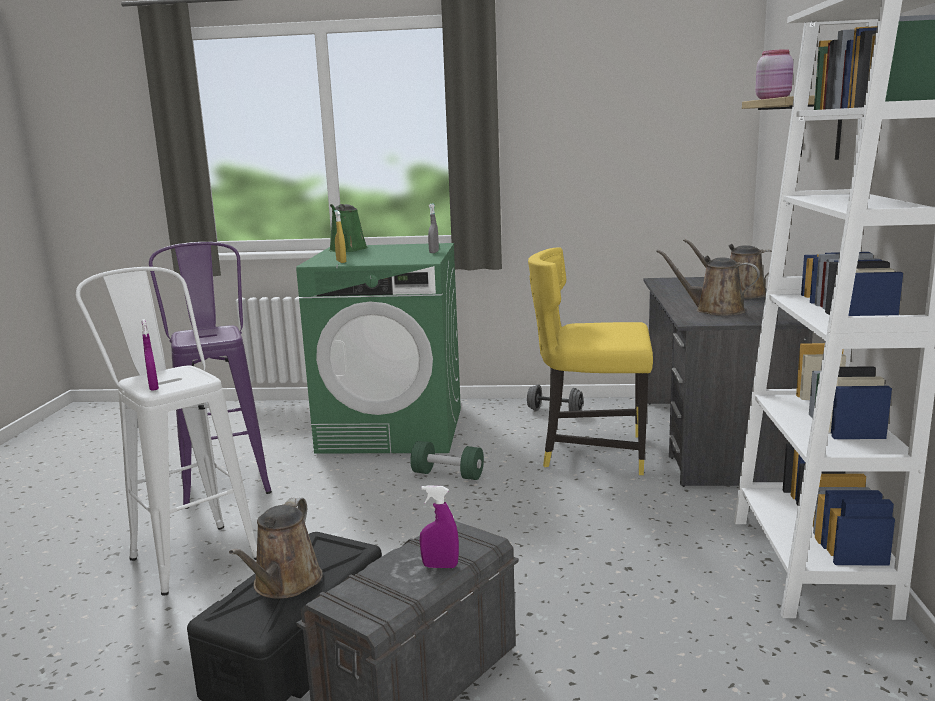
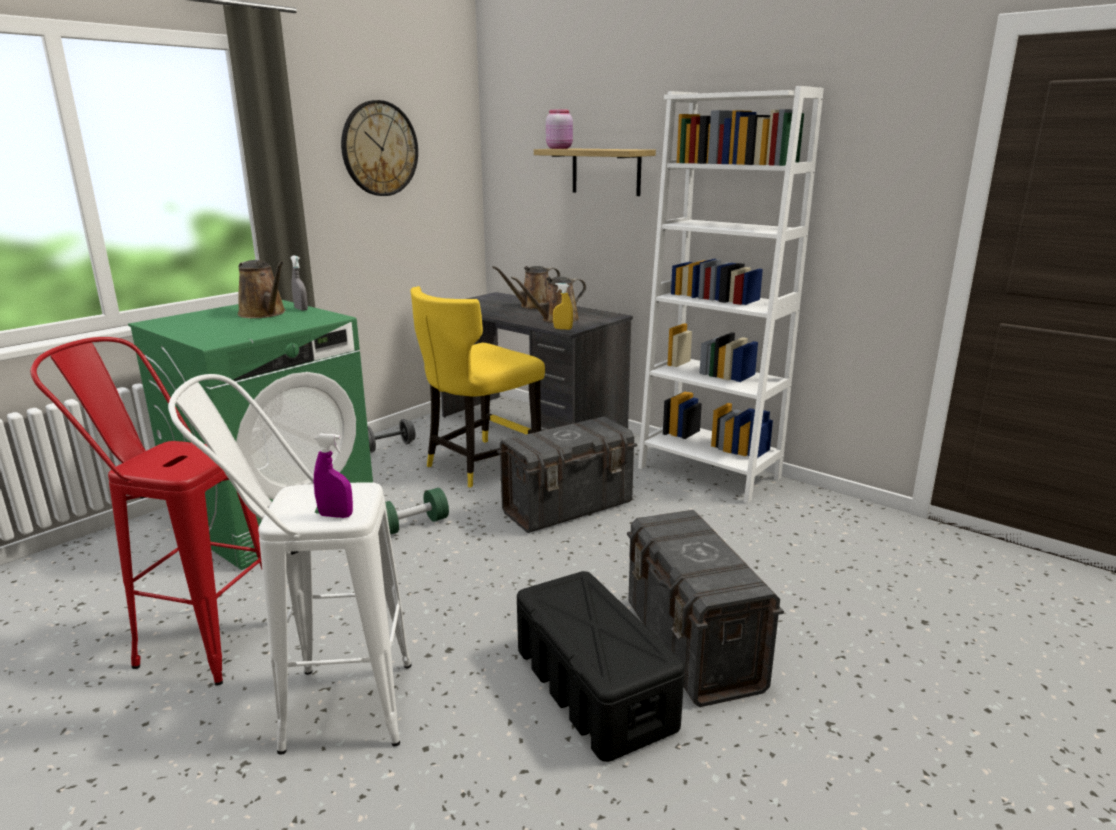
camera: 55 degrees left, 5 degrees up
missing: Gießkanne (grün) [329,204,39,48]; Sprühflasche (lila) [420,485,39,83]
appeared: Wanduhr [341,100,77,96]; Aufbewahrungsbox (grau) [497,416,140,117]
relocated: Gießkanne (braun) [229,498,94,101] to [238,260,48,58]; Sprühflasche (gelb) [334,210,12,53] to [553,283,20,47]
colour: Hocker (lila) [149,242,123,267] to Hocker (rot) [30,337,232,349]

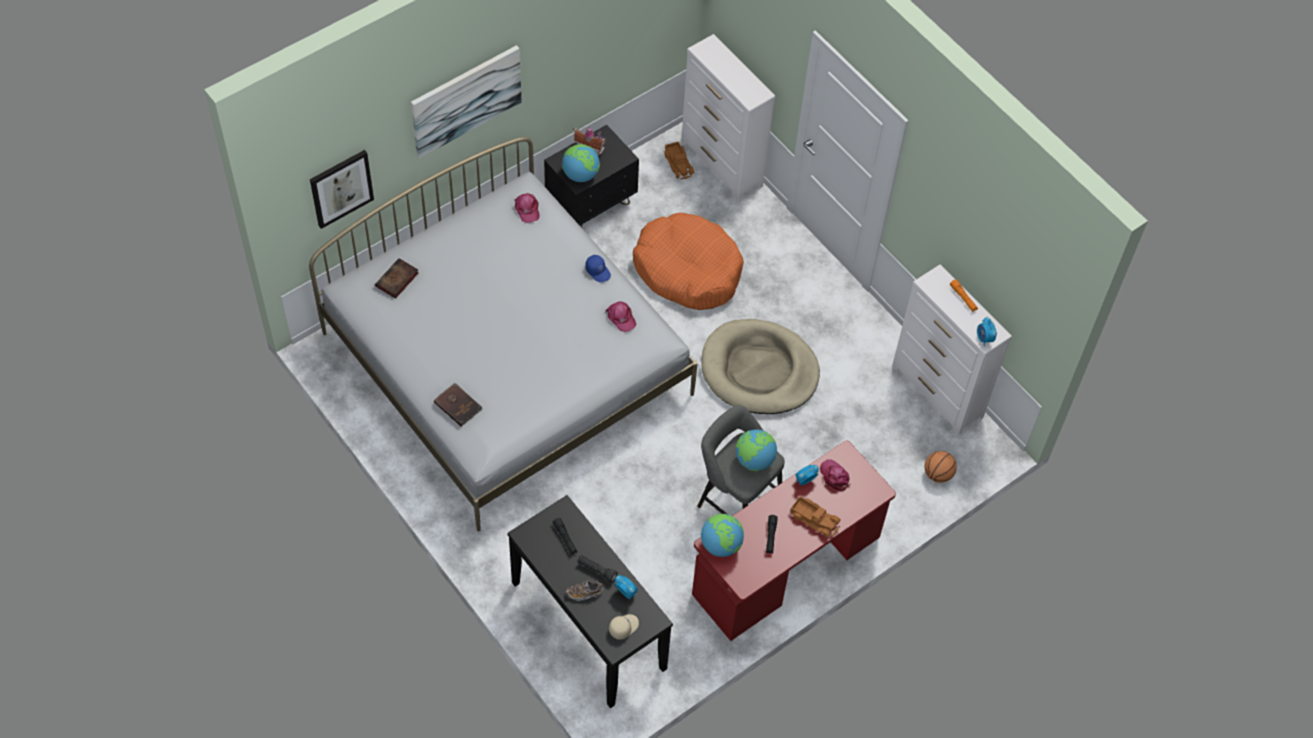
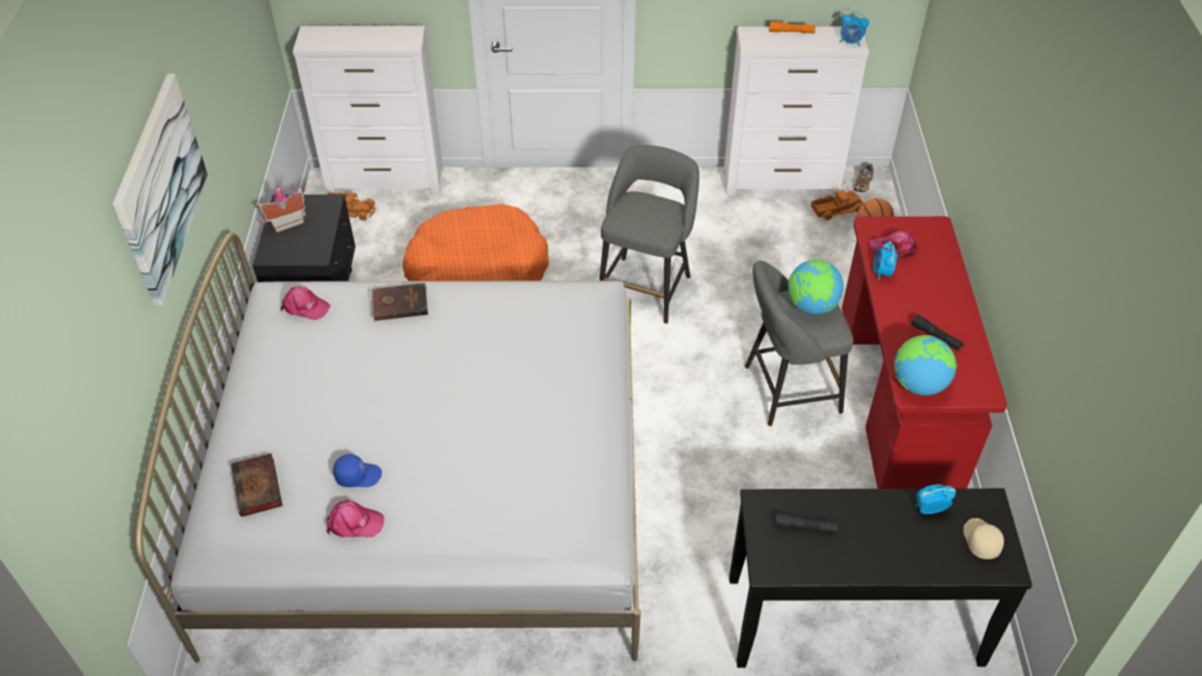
camera: 50 degrees left, 10 degrees down
missing: Bild [310,150,64,79]; Globus [562,144,38,38]; Taschenlampe (schwarz) [578,555,40,28]
relocated: Buch (braun) [434,382,48,45] to [371,283,57,38]; Schuh [566,580,37,21] to [854,163,20,29]; Kappe (blau) [585,255,26,27] to [333,454,49,33]; Kappe (rosa) [606,302,30,30] to [326,500,58,38]; Spielzeuglaster [790,496,51,41] to [811,190,52,30]
exchanged: Hundebett (beige) [701,319,119,95] to Hocker (grau) [599,145,100,179]

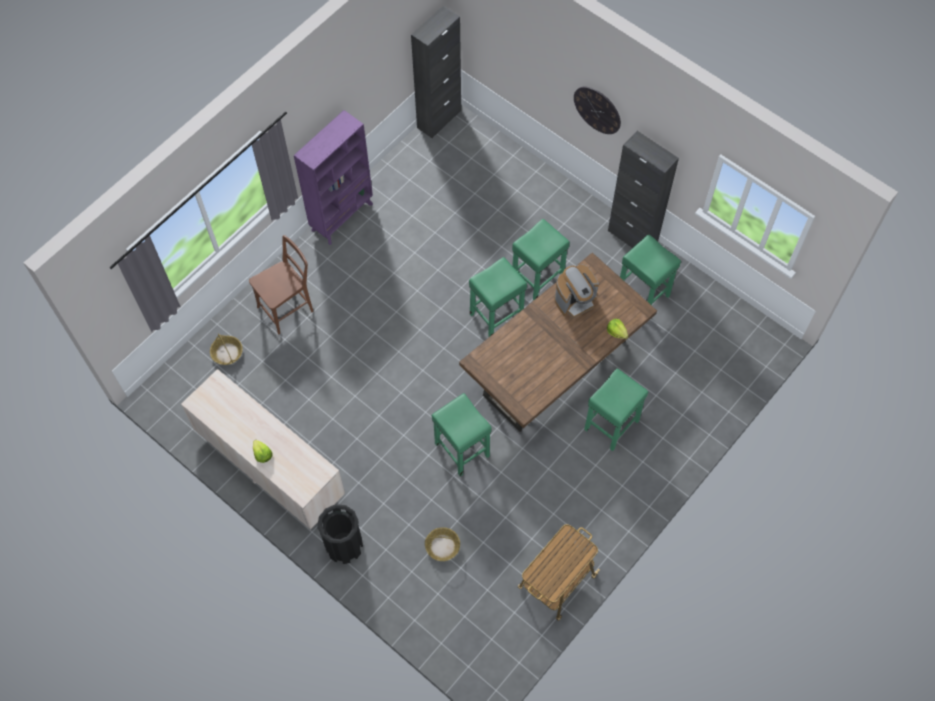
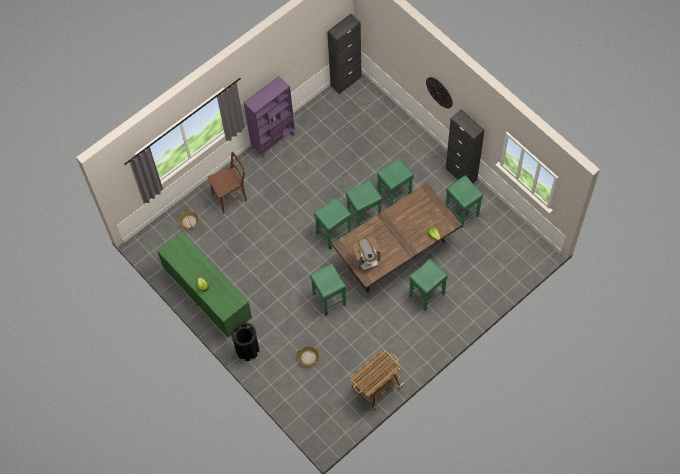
camera: 10 degrees right, 0 degrees up
appeared: Hocker (grün) [314,197,37,52]
relocated: Kaffeemaschine [555,264,44,54] to [353,238,28,33]
colour: Kommode (beige) [181,369,164,161] to Kommode (grün) [157,231,95,106]

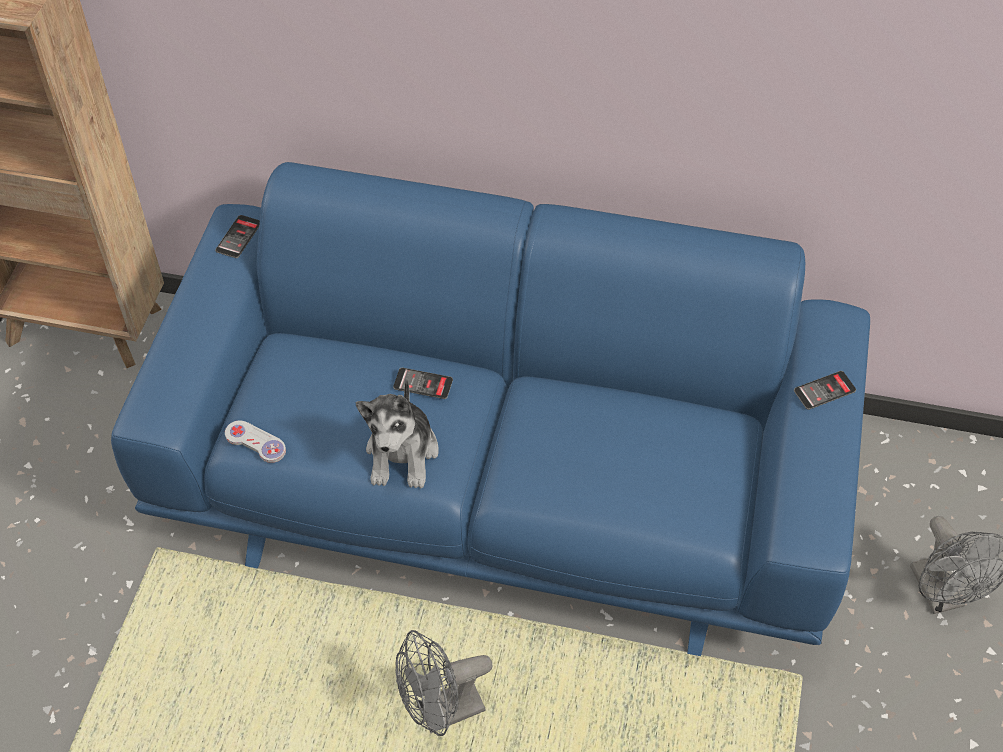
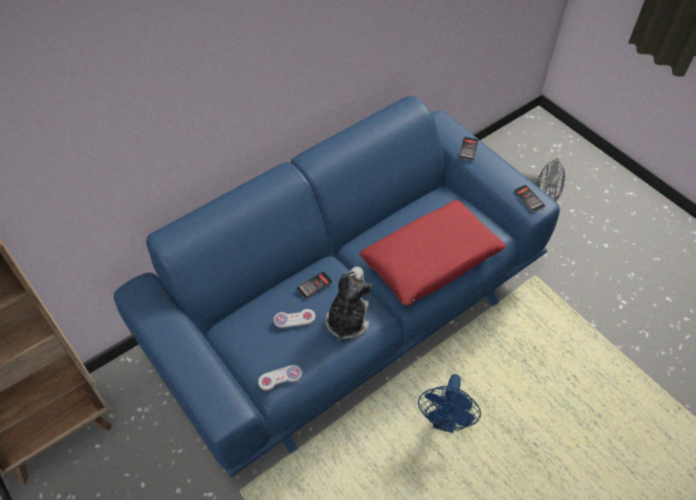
camera: 50 degrees left, 0 degrees up
appeared: Gamepad (weiß) [273,309,43,19]; Kissen (rot) [359,200,147,106]
relocated: Handy [215,215,45,43] to [514,185,31,27]
colour: Ventilator (grau) [396,630,96,106] to Ventilator (blau) [418,374,63,59]
spun: Plüschtier [356,378,83,110] = [325,266,48,75] 120 degrees counterclockwise

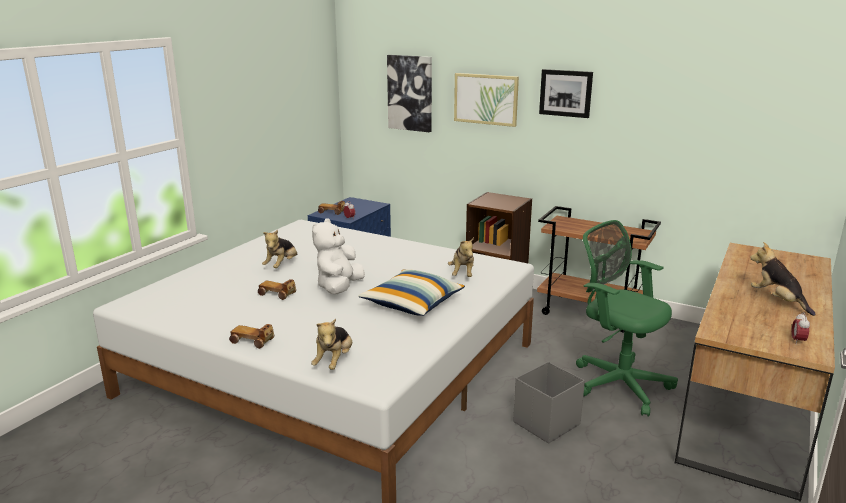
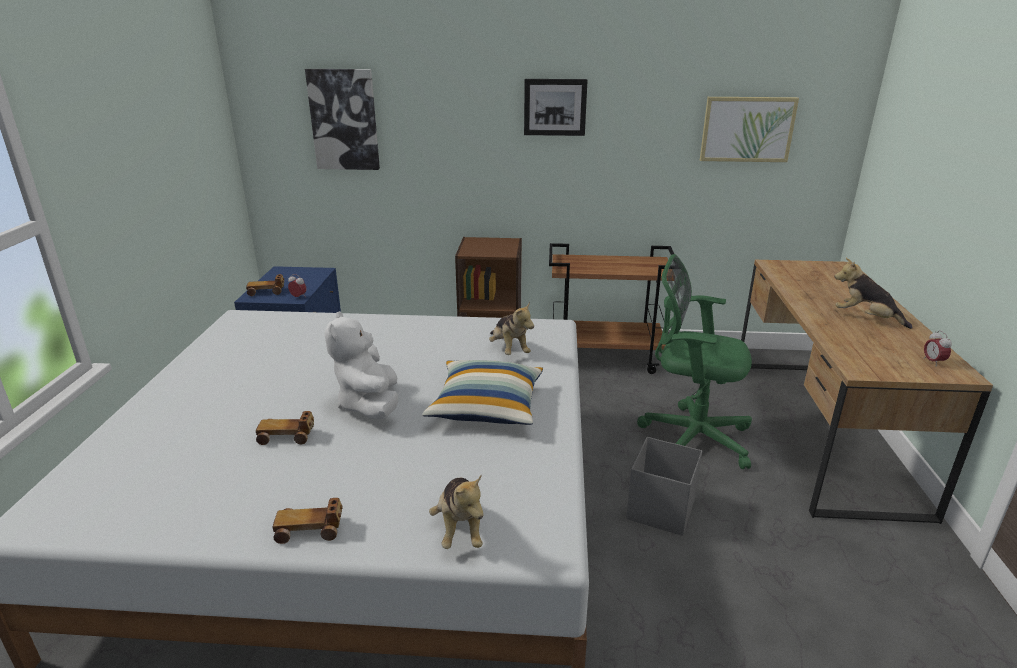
camera: 25 degrees left, 5 degrees up
missing: Plüschtier [262,230,35,38]
relocated: Bild [454,73,65,54] to [700,97,99,65]

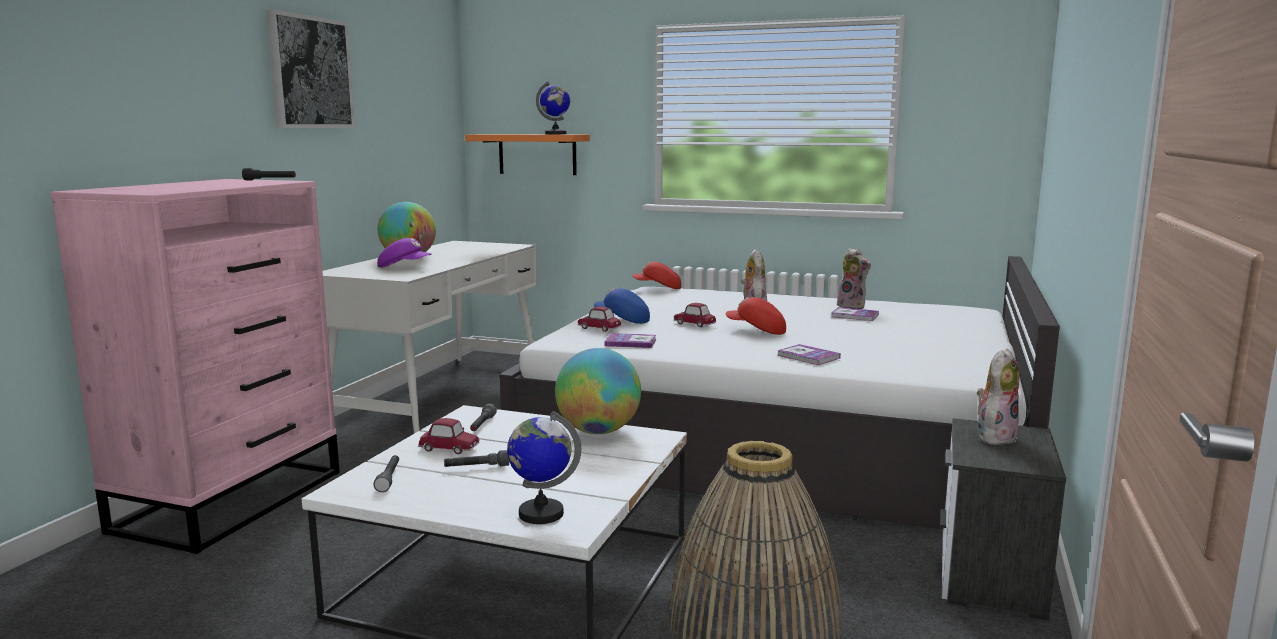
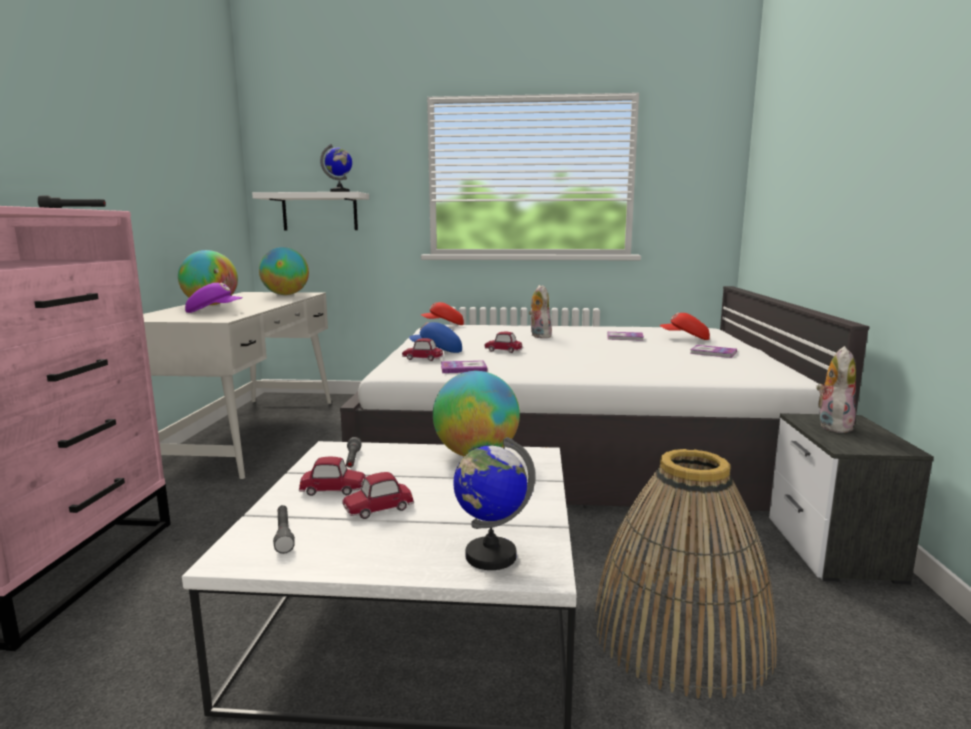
camera: 15 degrees left, 0 degrees up
missing: Bild [266,9,89,119]; Plüschtier [837,248,34,61]
appeared: Globus [259,247,50,48]
relocated: Kappe (rot) [726,297,60,38] to [660,313,50,27]; Buch [777,344,64,21] to [690,345,47,13]
exchanged: Taschenlampe (grau) [444,450,65,17] to Spielzeugauto [342,472,72,47]
colour: Wandregal (orange) [465,134,125,41] to Wandregal (weiß) [252,192,117,38]

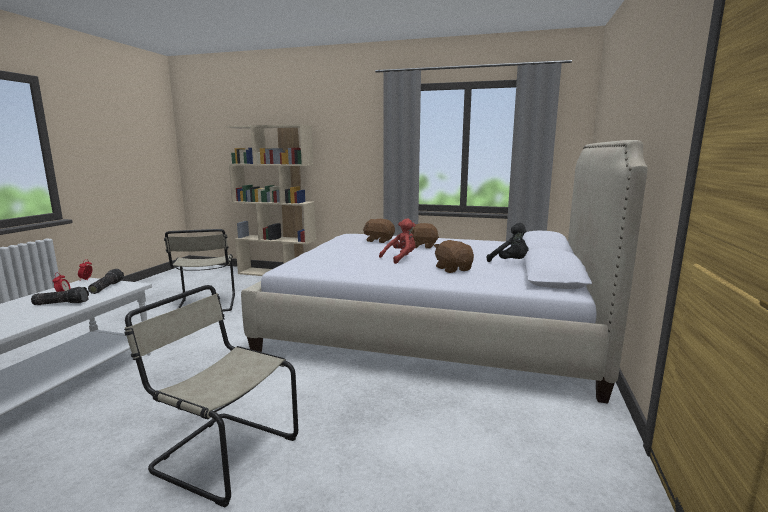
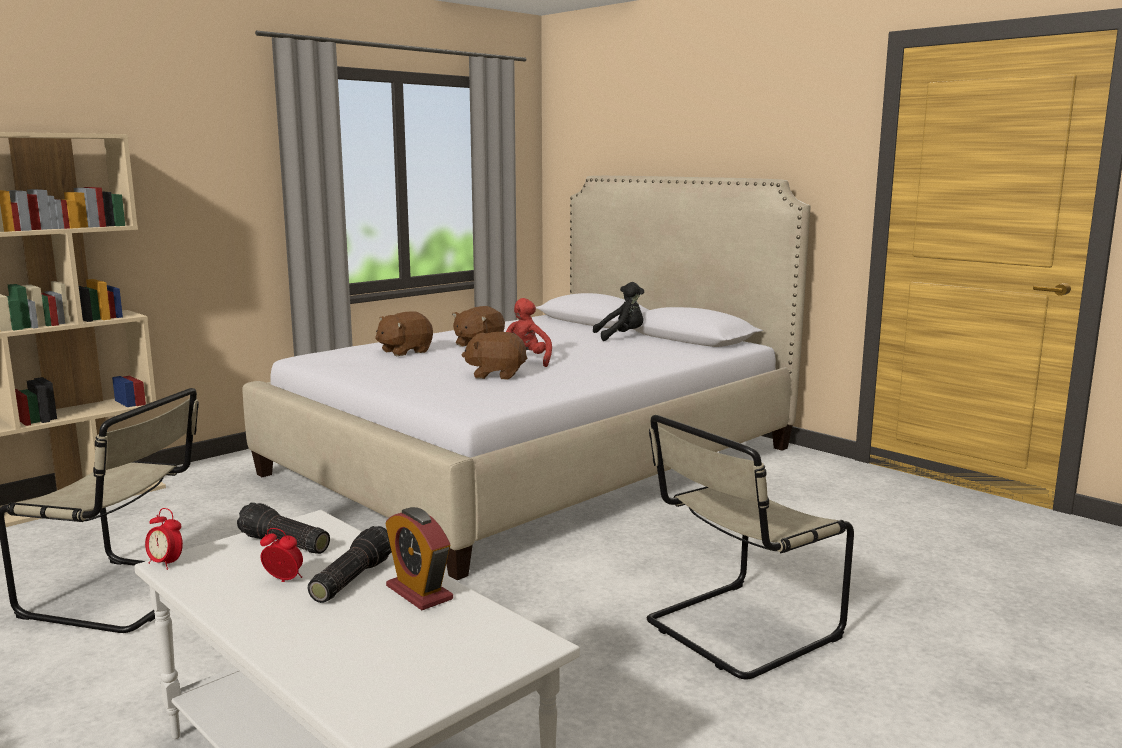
camera: 60 degrees left, 0 degrees up
appeared: Wecker [385,507,68,103]
relocated: Plüschtier (braun) [434,240,40,33] to [462,332,65,48]

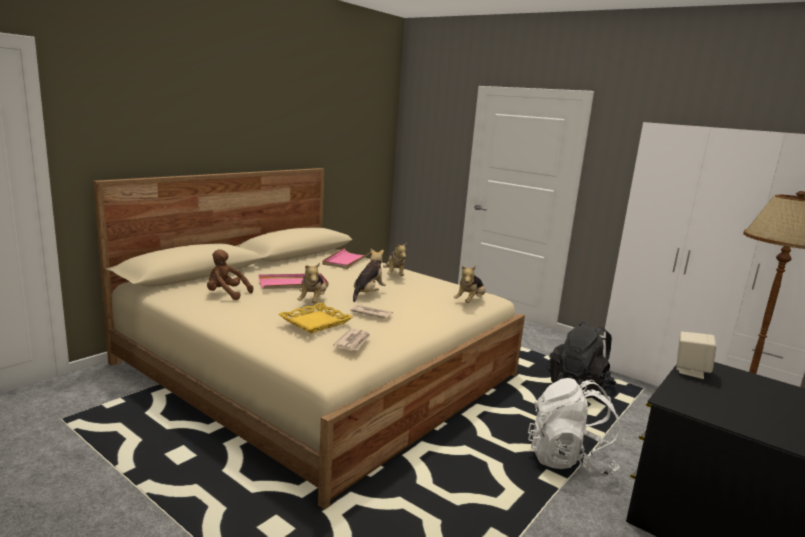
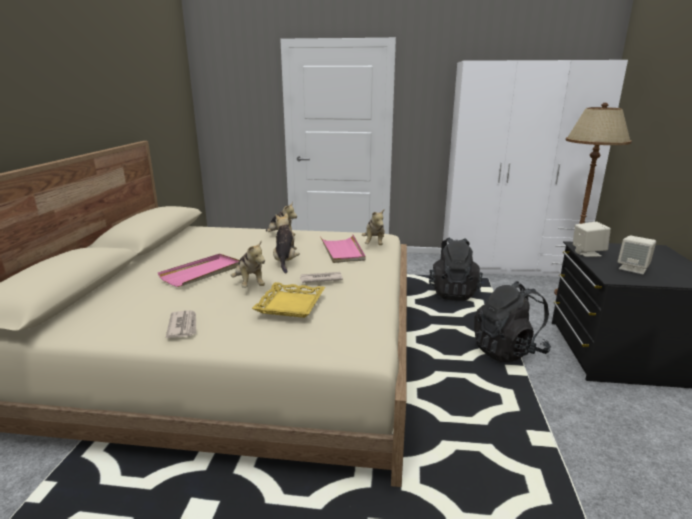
camera: 30 degrees left, 5 degrees up
missing: Plüschtier (braun) [207,249,46,51]
appeared: Lautsprecher (beige) [618,235,38,39]
relocated: Tablett (rosa) [322,248,49,21] to [320,235,45,28]; Zeitung [333,328,38,23] to [166,310,30,28]
colour: Rucksack (weiß) [528,378,91,99] to Rucksack (schwarz) [474,281,77,81]

